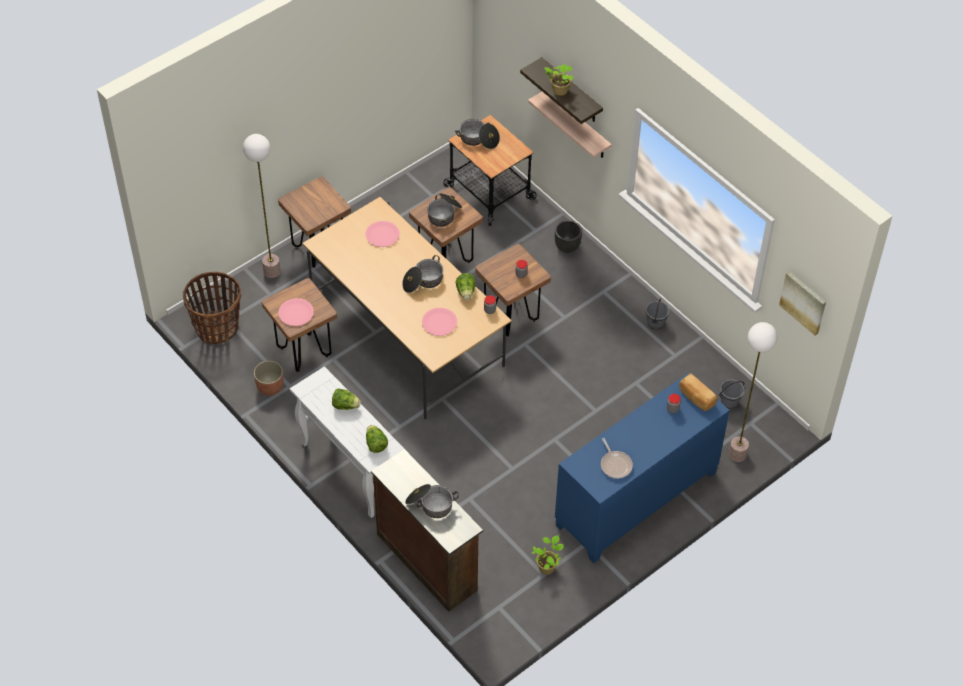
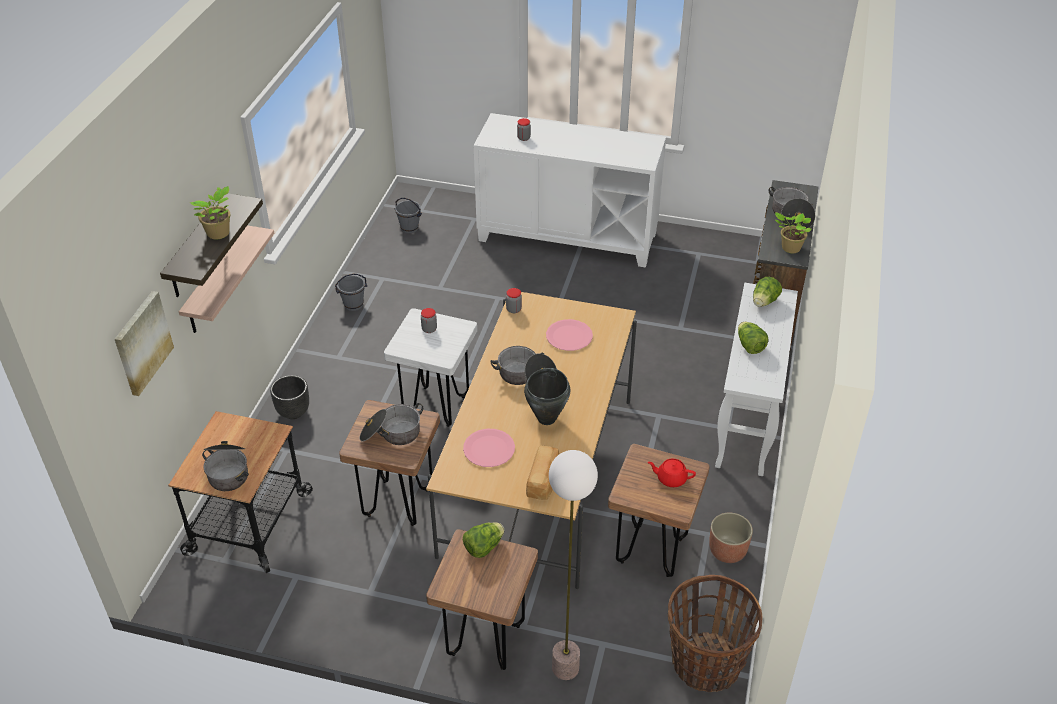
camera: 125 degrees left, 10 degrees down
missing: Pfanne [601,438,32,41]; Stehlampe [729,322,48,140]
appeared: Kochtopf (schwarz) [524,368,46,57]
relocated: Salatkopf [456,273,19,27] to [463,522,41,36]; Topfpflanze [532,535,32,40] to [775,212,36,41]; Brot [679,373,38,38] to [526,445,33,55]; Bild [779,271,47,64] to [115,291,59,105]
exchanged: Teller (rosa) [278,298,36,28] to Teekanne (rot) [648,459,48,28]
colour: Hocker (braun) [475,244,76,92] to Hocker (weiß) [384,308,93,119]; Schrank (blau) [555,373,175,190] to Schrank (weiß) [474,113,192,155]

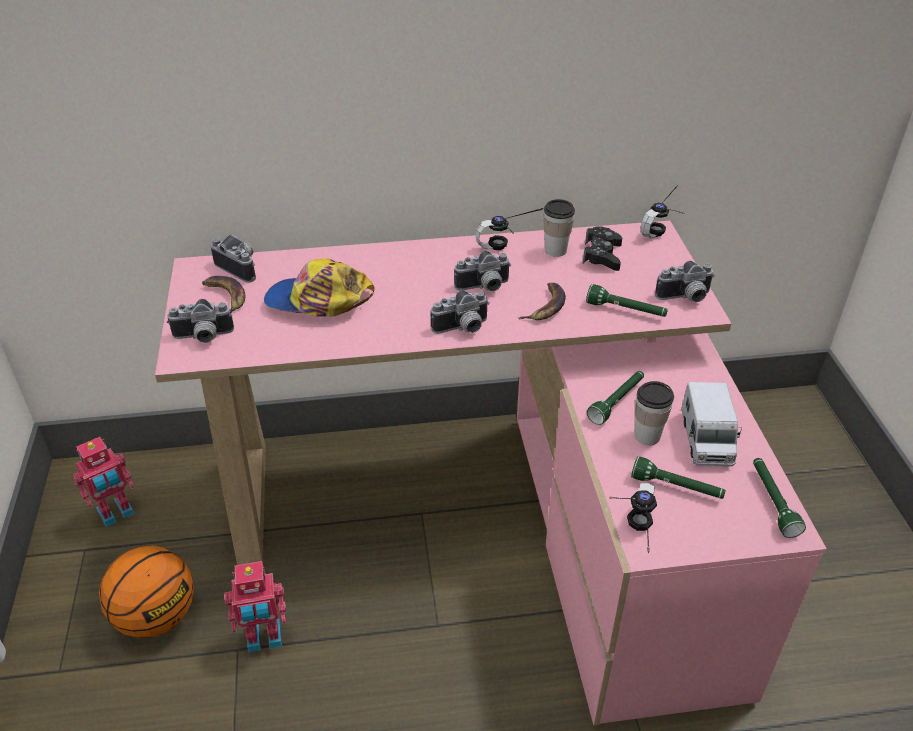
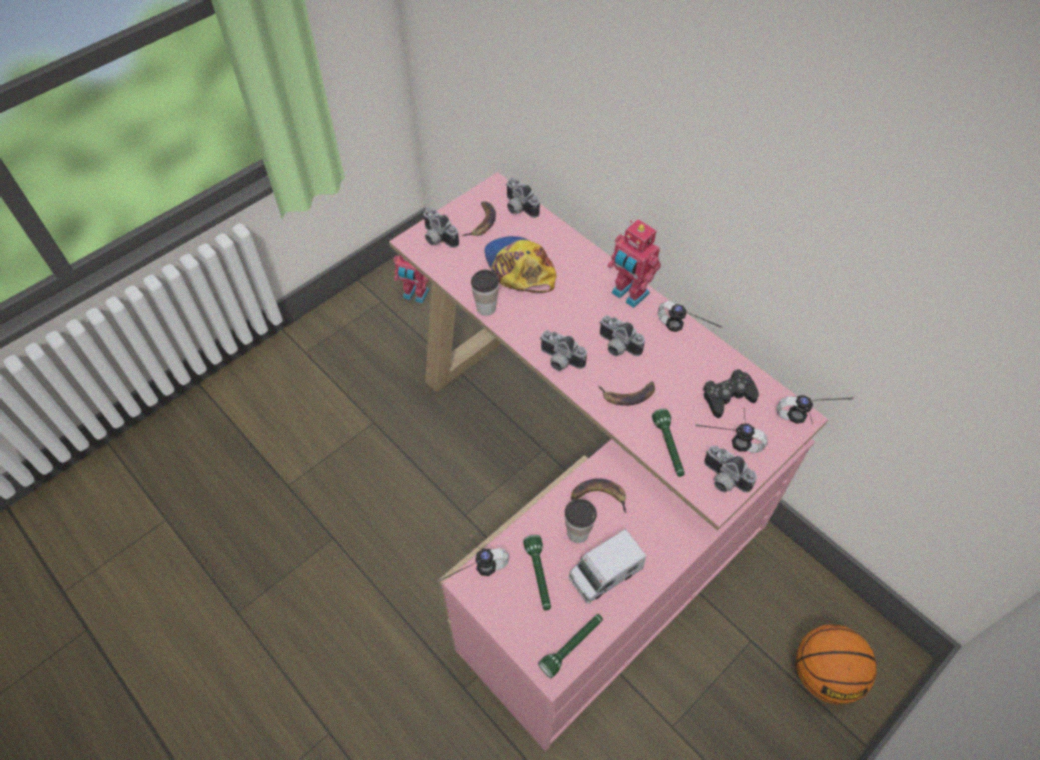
camera: 55 degrees right, 15 degrees up
appeared: Kopfhörer [695,408,73,45]
relocated: Basketball [99,546,95,92] to [796,624,81,81]; Spielzeugroboter [224,561,62,91] to [607,219,54,89]; Tasse [543,199,32,58] to [471,270,28,46]
exchanged: Taschenlampe (grün) [587,371,57,54] to Banane [571,478,55,35]
spun: Kamera [211,234,45,48] = [506,178,34,40] 135 degrees clockwise

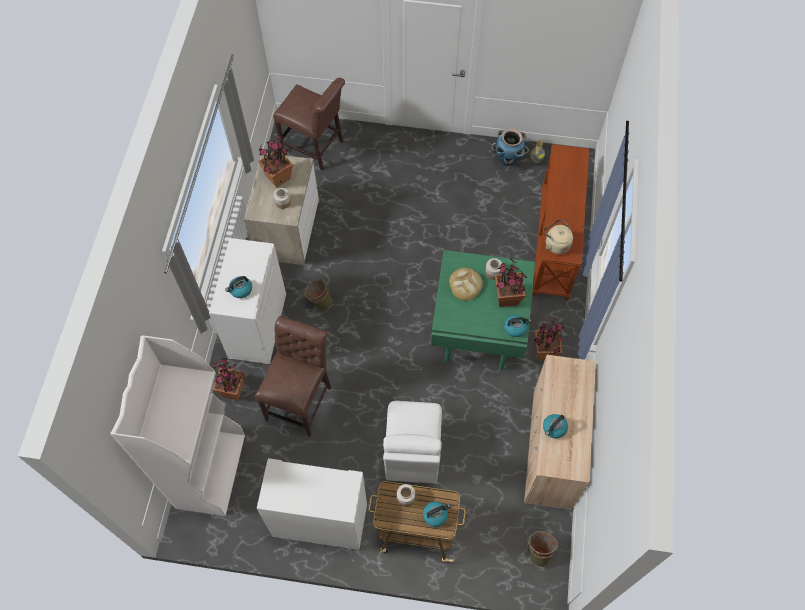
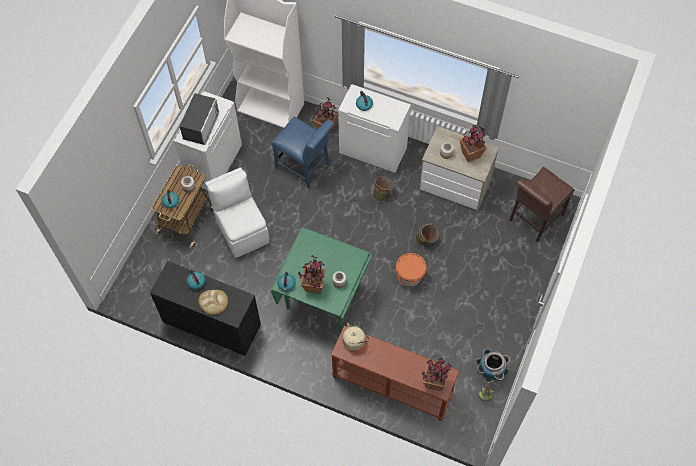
camera: 105 degrees right, 0 degrees up
appeared: Mikrowelle [180,93,39,52]; Eimer (orange) [396,253,31,34]
relocated: Brot [449,268,34,33] to [198,290,30,25]; Eimer (grün) [528,531,30,36] to [415,223,24,23]; Topfpflanze [534,317,31,43] to [422,356,29,35]
colour: Stuhl (braun) [255,316,76,121] to Stuhl (blau) [272,116,62,73]; Schrank (beige) [524,355,72,155] to Schrank (schwarz) [150,261,111,95]
spun: Stuhl (weiß) [383,401,59,82] = [205,167,64,91] 45 degrees clockwise

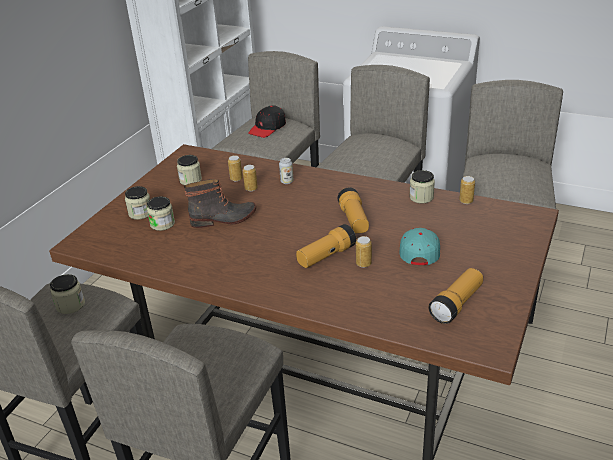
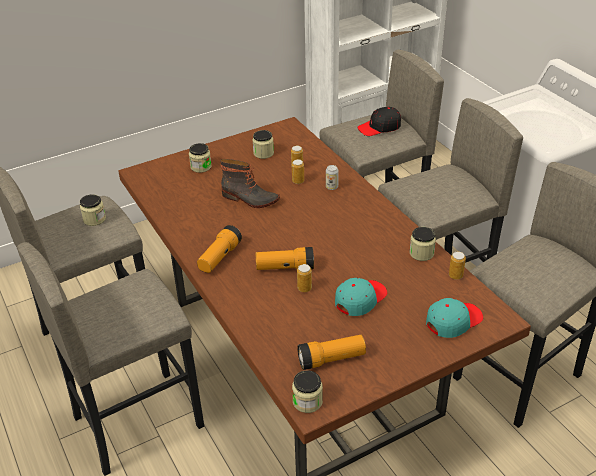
camera: 35 degrees right, 5 degrees up
appeared: Kappe (türkis) [426,298,57,40]
relocated: Vorratsglas [147,196,28,35] to [292,370,31,43]; Taschenlampe [337,187,32,47] to [197,225,45,48]

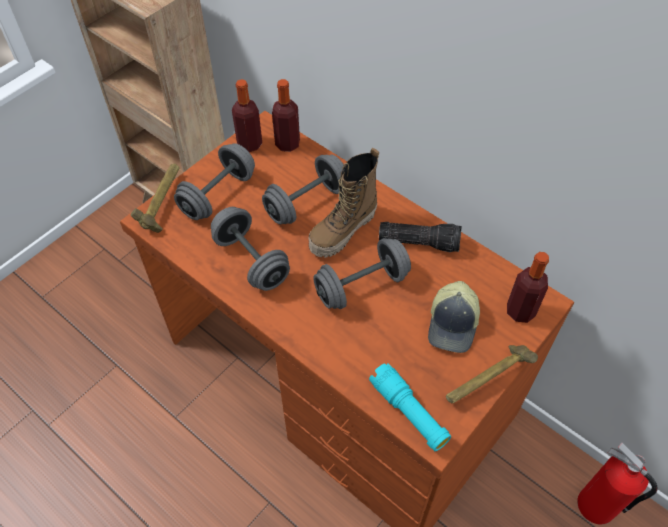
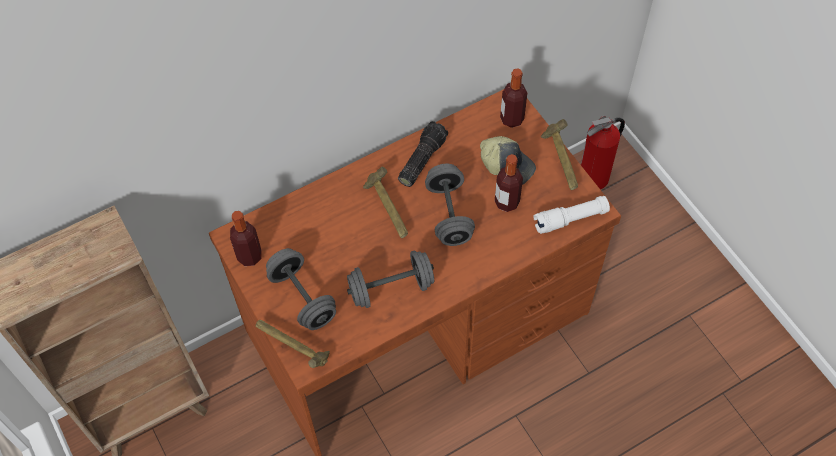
camera: 70 degrees left, 5 degrees up
missing: Hantel (grau) [262,155,82,69]
relocated: Flasche [272,79,28,73] to [495,154,28,58]
exchanged: Stiefel [308,148,71,110] to Hammer [363,167,45,71]
colour: Taschenlampe (türkis) [369,363,82,88] to Taschenlampe (weiß) [534,196,76,38]

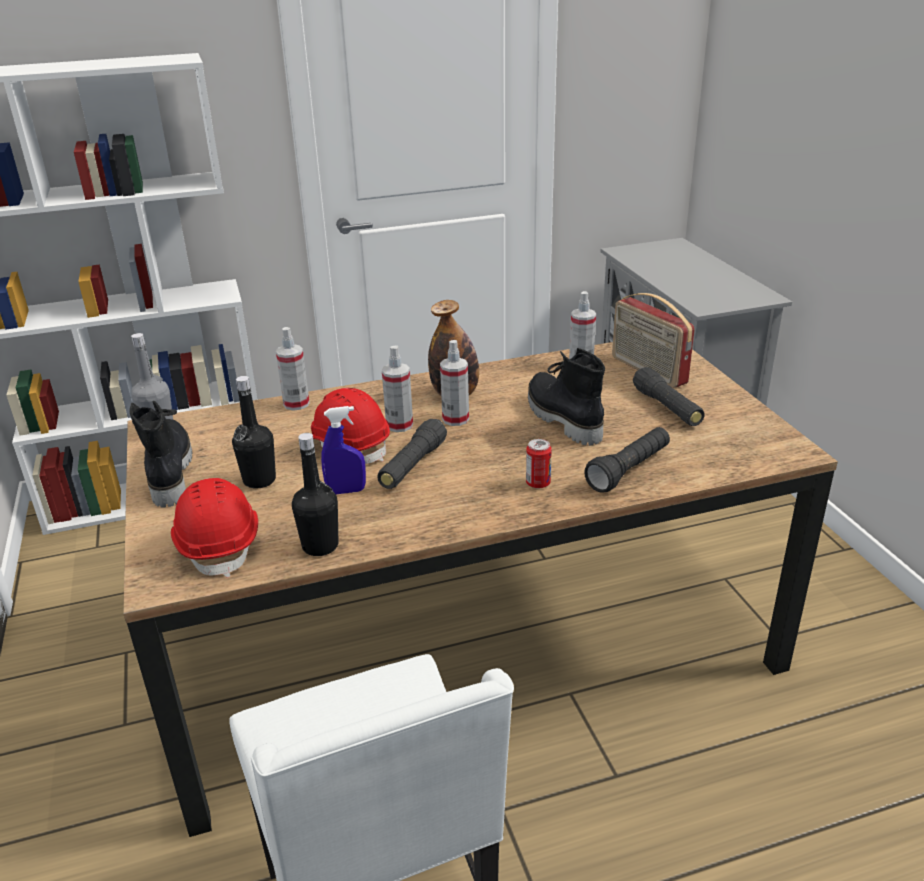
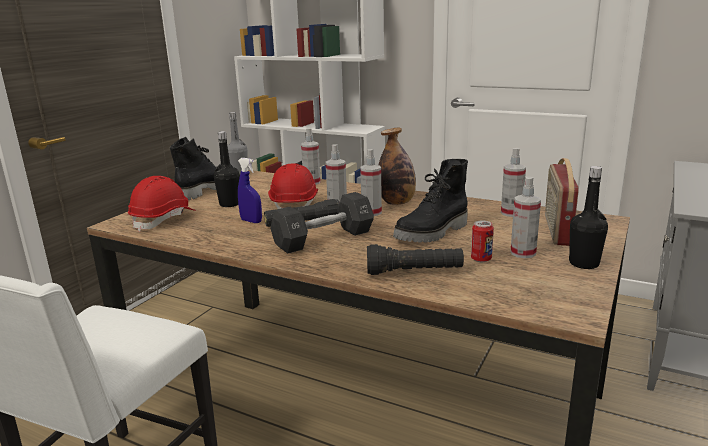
camera: 45 degrees right, 10 degrees down
appeared: Hantel (schwarz) [270,192,104,62]
relocated: Flasche (schwarz) [292,433,46,123] to [569,166,39,103]; Dose [526,439,26,50] to [471,221,23,41]
exchanged: Taschenlampe (schwarz) [633,367,72,59] to Sprühflasche [510,176,31,82]
spun: Stiefel (schwarz) [528,348,77,98] = [393,159,75,84] 150 degrees counterclockwise

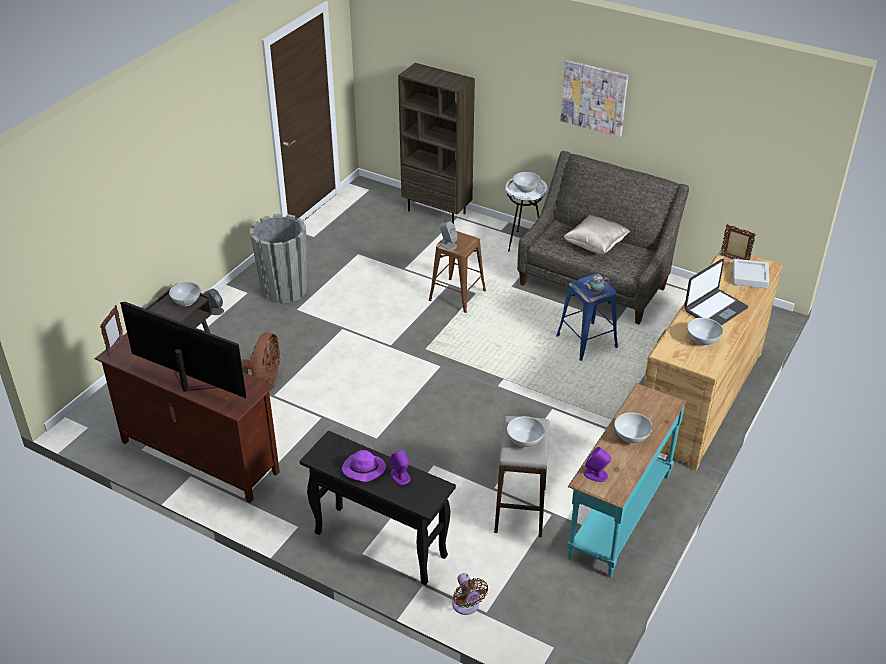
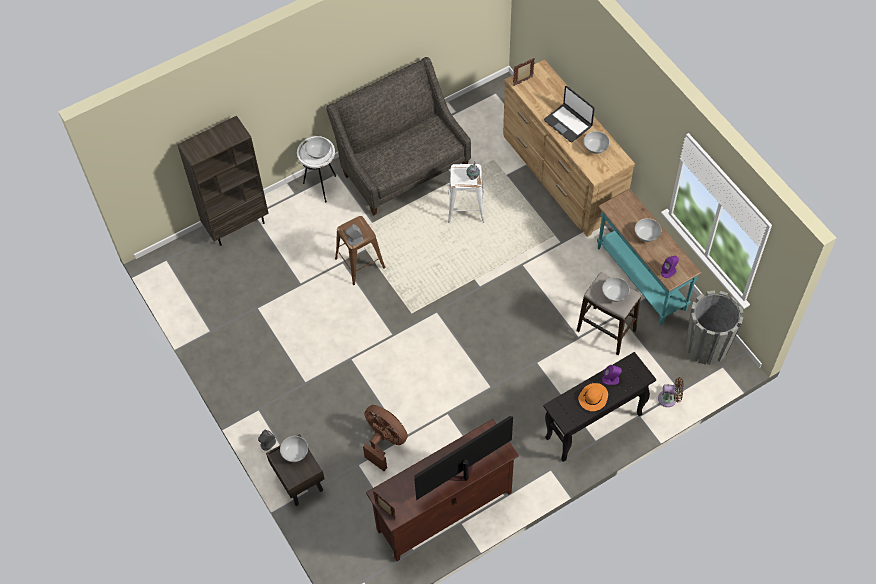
camera: 60 degrees left, 20 degrees up
missing: Bild [560,60,68,77]; Kissen (beige) [564,215,66,39]; Tablett (grau) [733,259,36,30]
relocated: Pflanzkübel (grau) [250,214,57,90] to [686,290,58,75]
colour: Hut (lila) [342,450,44,32] to Hut (orange) [578,383,30,28]; Hocker (blau) [556,274,62,87] to Hocker (weiß) [448,164,37,59]
spun: Laptop [684,259,64,66] = [544,86,51,57] 150 degrees clockwise

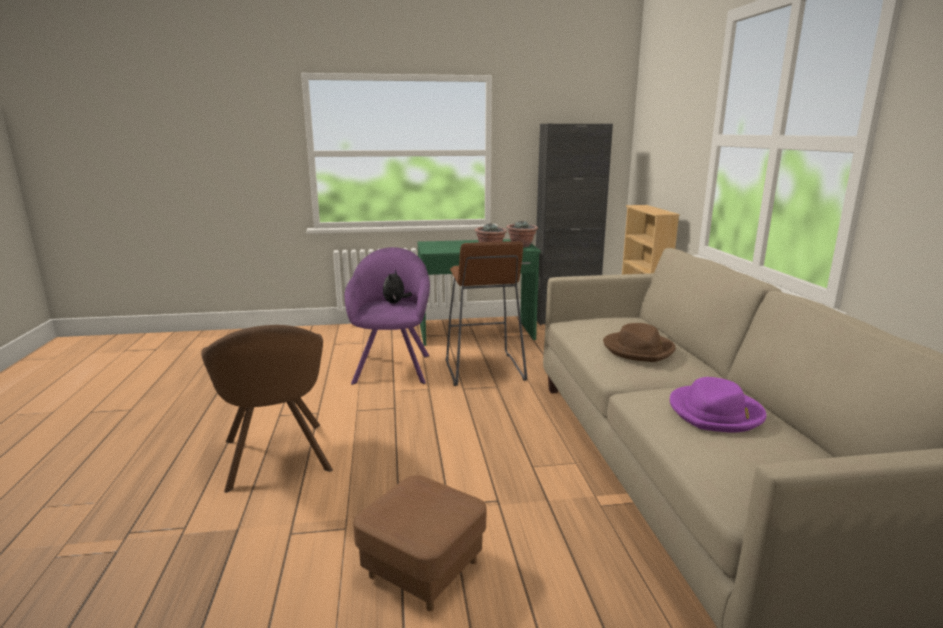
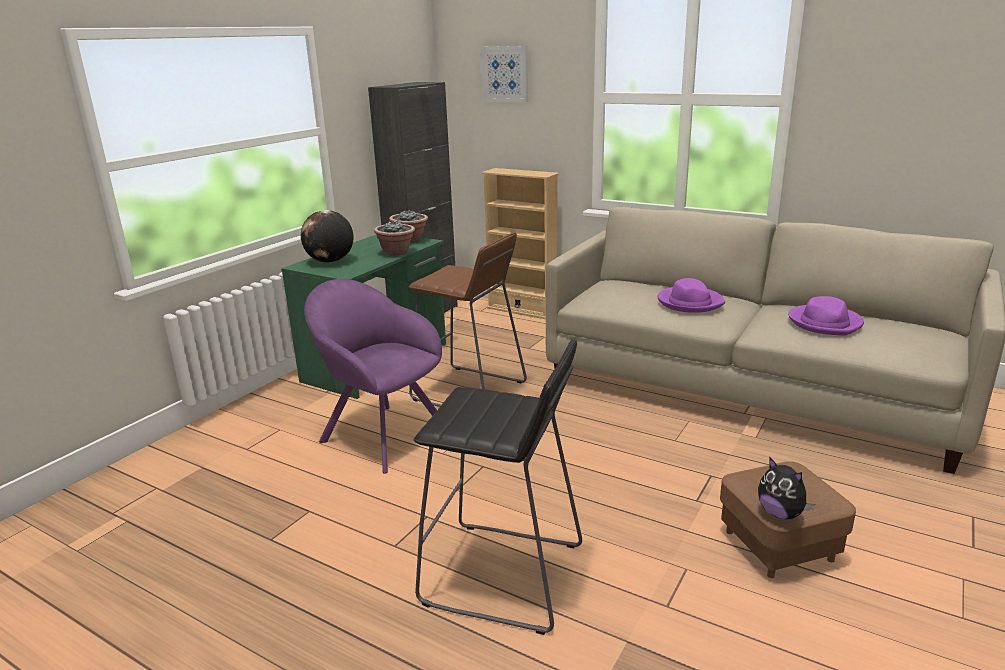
camera: 50 degrees left, 5 degrees up
appeared: Globus [301,210,53,53]; Bild [480,46,48,56]
relocated: Plüschtier [383,270,29,33] to [758,458,57,61]
exchanged: Sessel (braun) [201,325,132,168] to Hocker (schwarz) [414,340,168,295]
colour: Hut (braun) [603,323,73,39] to Hut (lila) [657,278,68,35]

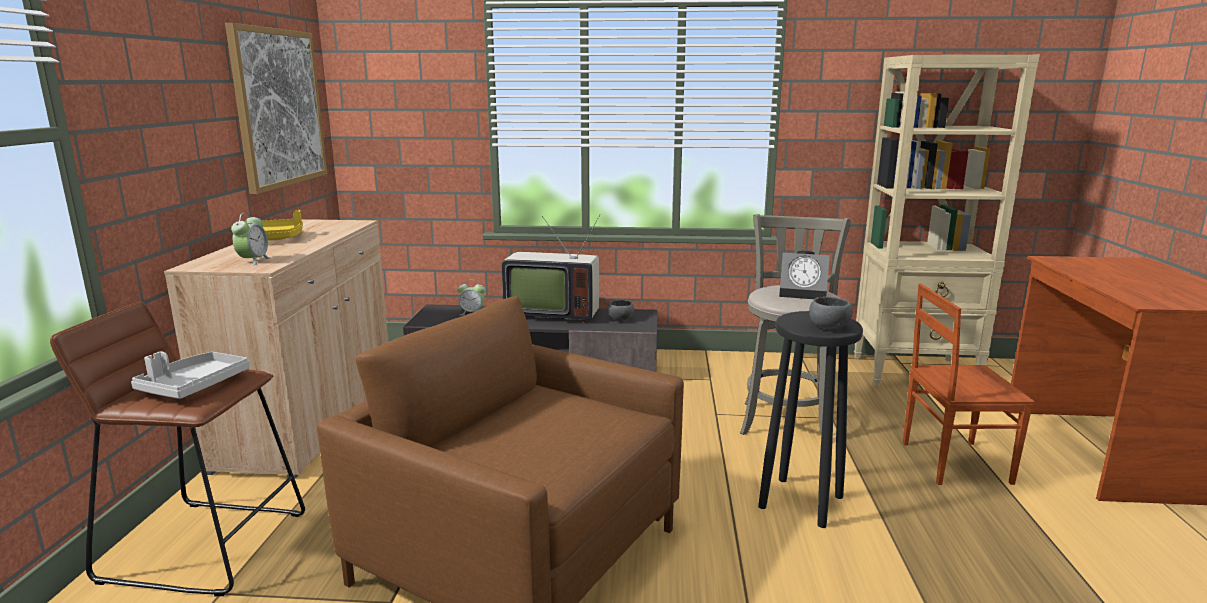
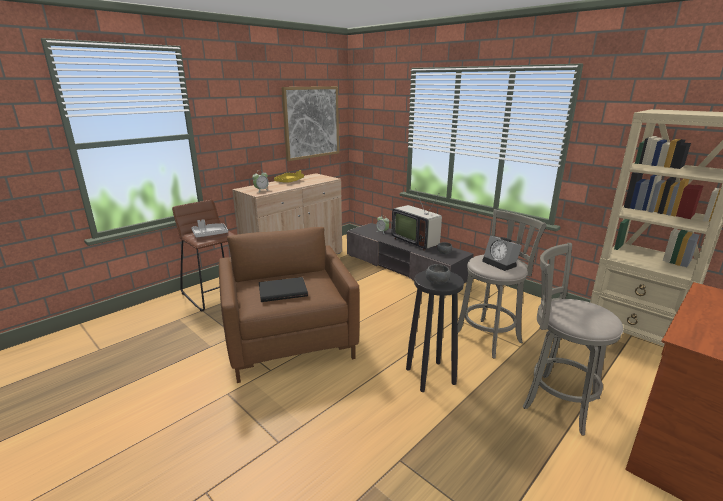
camera: 40 degrees right, 5 degrees up
appeared: Buch (schwarz) [259,277,49,25]
exchanged: Stuhl (braun) [903,283,132,202] to Hocker (grau) [523,243,100,192]

